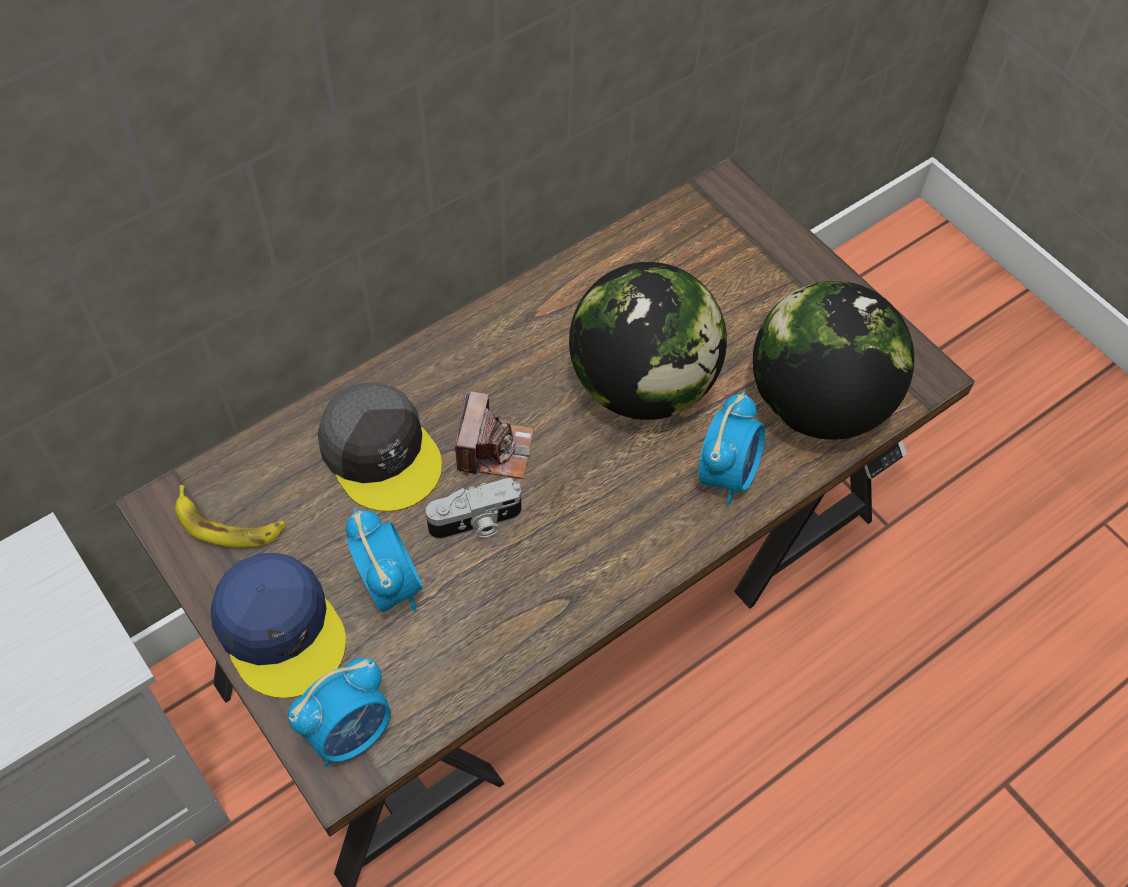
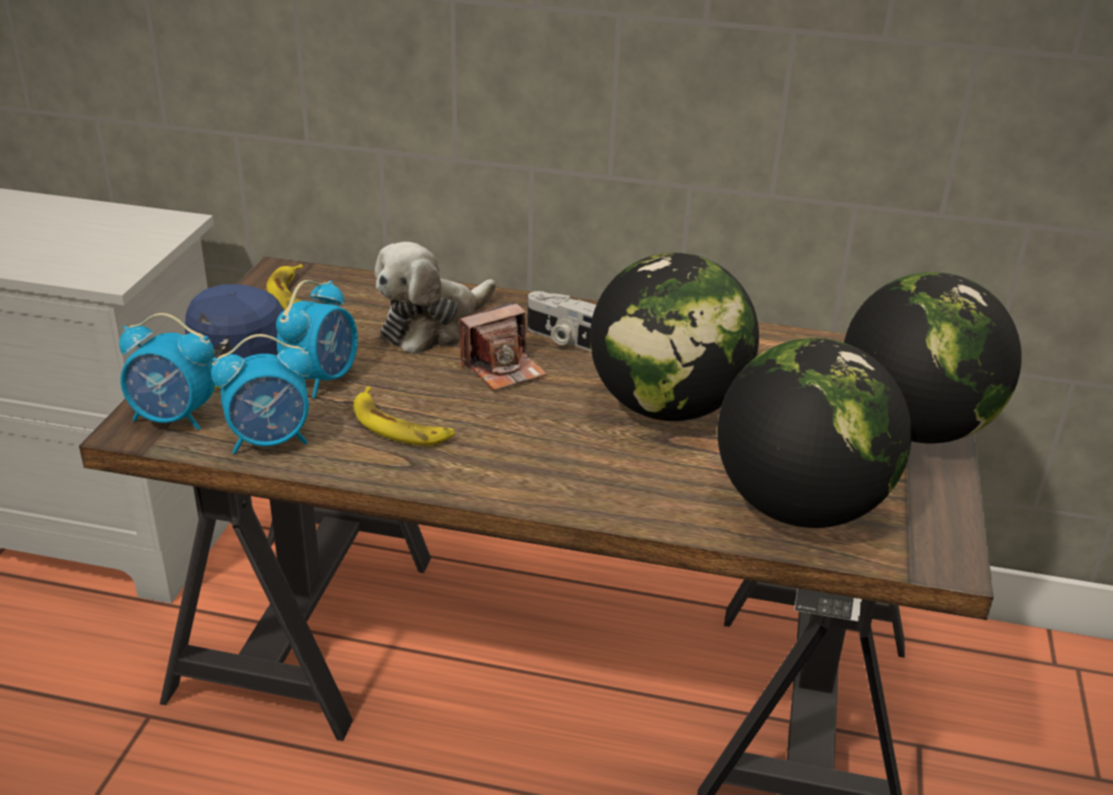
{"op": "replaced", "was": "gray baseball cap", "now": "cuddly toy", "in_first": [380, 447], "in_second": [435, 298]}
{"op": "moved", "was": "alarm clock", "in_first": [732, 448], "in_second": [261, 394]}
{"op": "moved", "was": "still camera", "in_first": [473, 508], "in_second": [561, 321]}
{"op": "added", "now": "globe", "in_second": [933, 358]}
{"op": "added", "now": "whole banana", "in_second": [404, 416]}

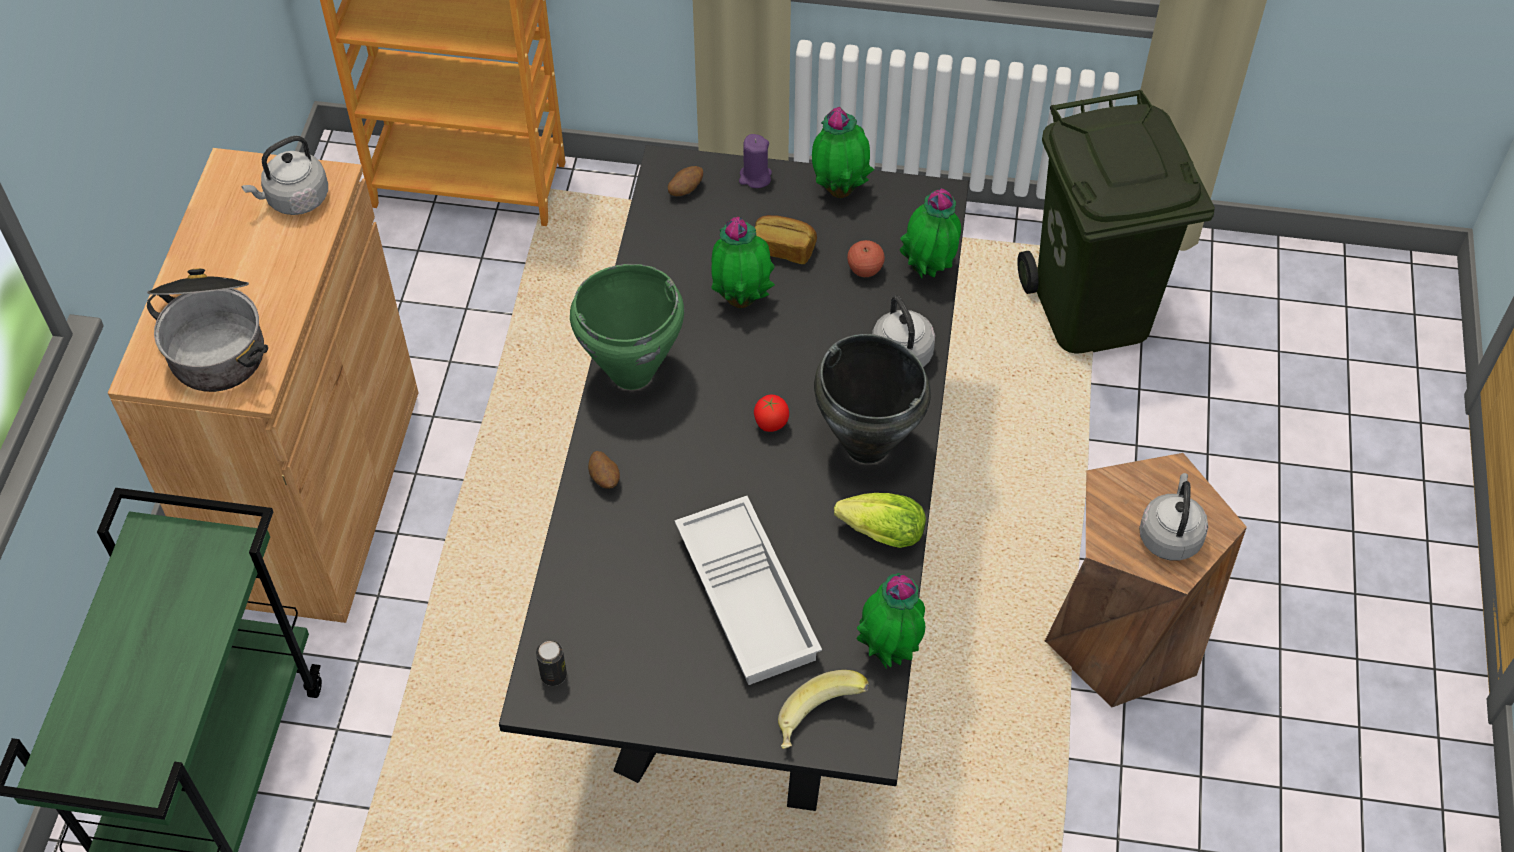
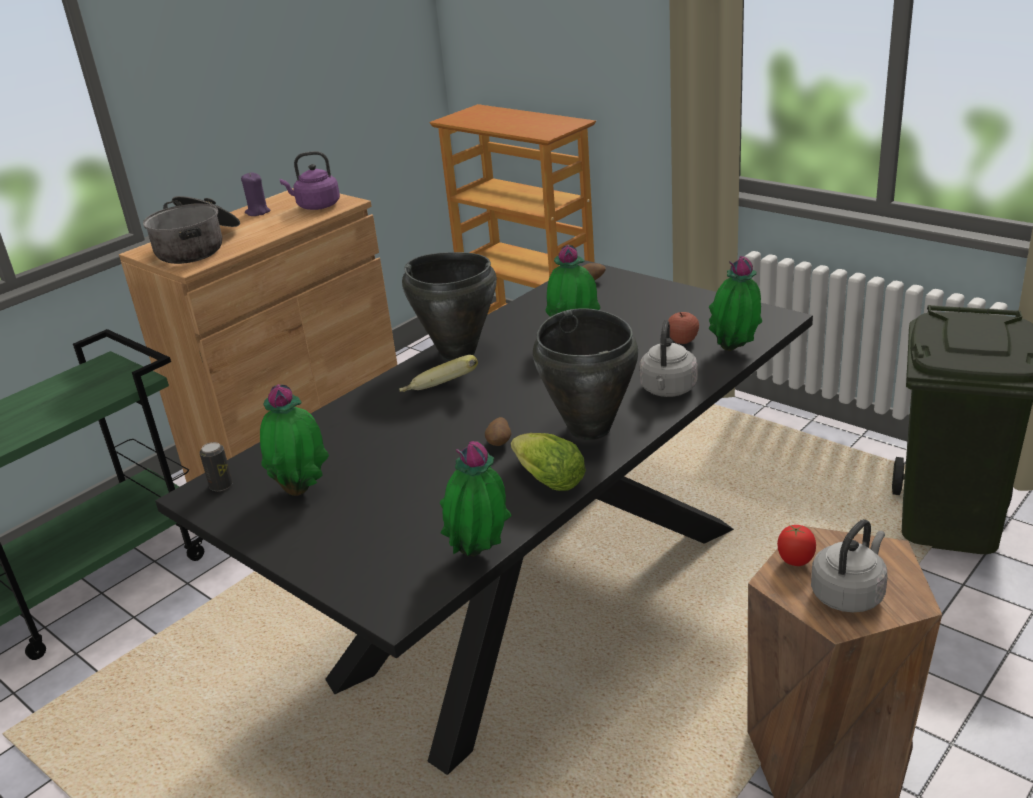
{"op": "moved", "was": "potted plant", "in_first": [843, 152], "in_second": [294, 440]}
{"op": "moved", "was": "purple-coloured wax light", "in_first": [755, 161], "in_second": [255, 194]}
{"op": "recoloured", "was": "gray tea kettle", "now": "purple-coloured tea kettle", "in_first": [284, 175], "in_second": [310, 180]}
{"op": "removed", "was": "baked bread", "in_first": [786, 239]}
{"op": "recoloured", "was": "green stockpot", "now": "blackish stockpot", "in_first": [627, 327], "in_second": [449, 306]}
{"op": "moved", "was": "tomato", "in_first": [771, 413], "in_second": [796, 545]}
{"op": "moved", "was": "spud", "in_first": [604, 470], "in_second": [498, 431]}
{"op": "removed", "was": "whitish carrying tray", "in_first": [748, 590]}
{"op": "moved", "was": "whole banana", "in_first": [823, 709], "in_second": [438, 373]}

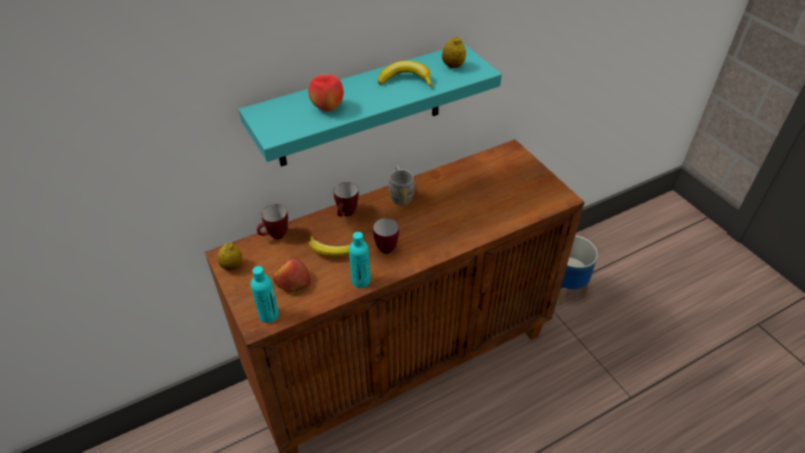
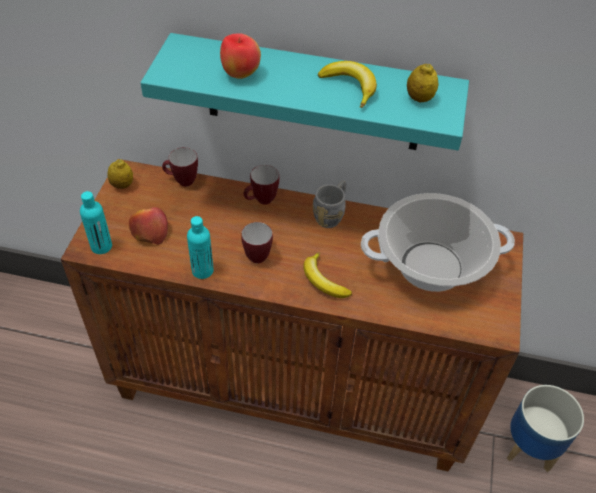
{"op": "moved", "was": "whole banana", "in_first": [329, 246], "in_second": [328, 275]}
{"op": "added", "now": "stockpot", "in_second": [438, 242]}

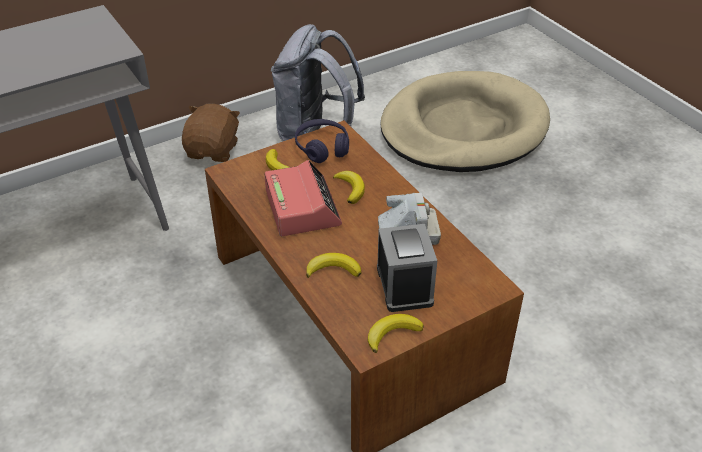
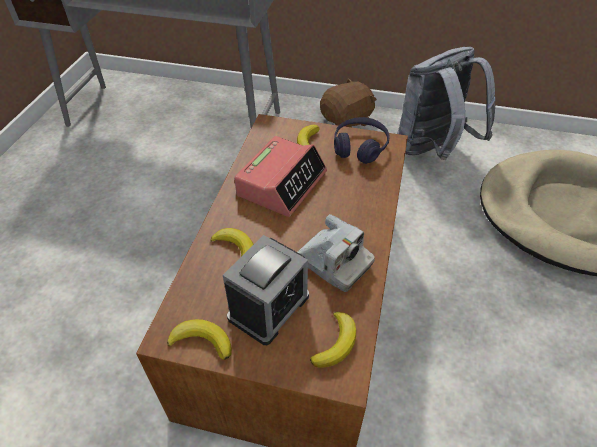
{"op": "moved", "was": "whole banana", "in_first": [349, 187], "in_second": [333, 340]}

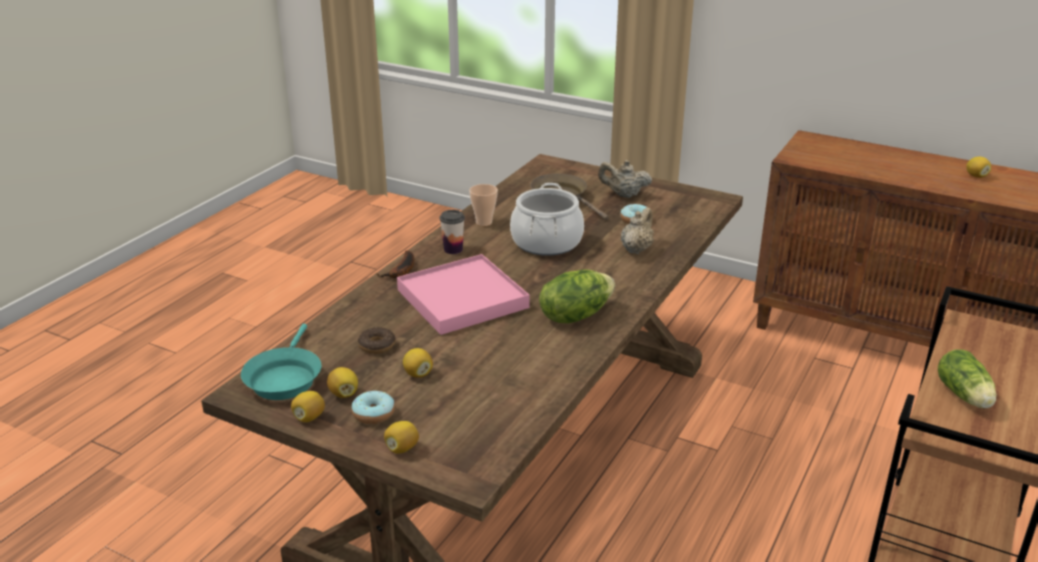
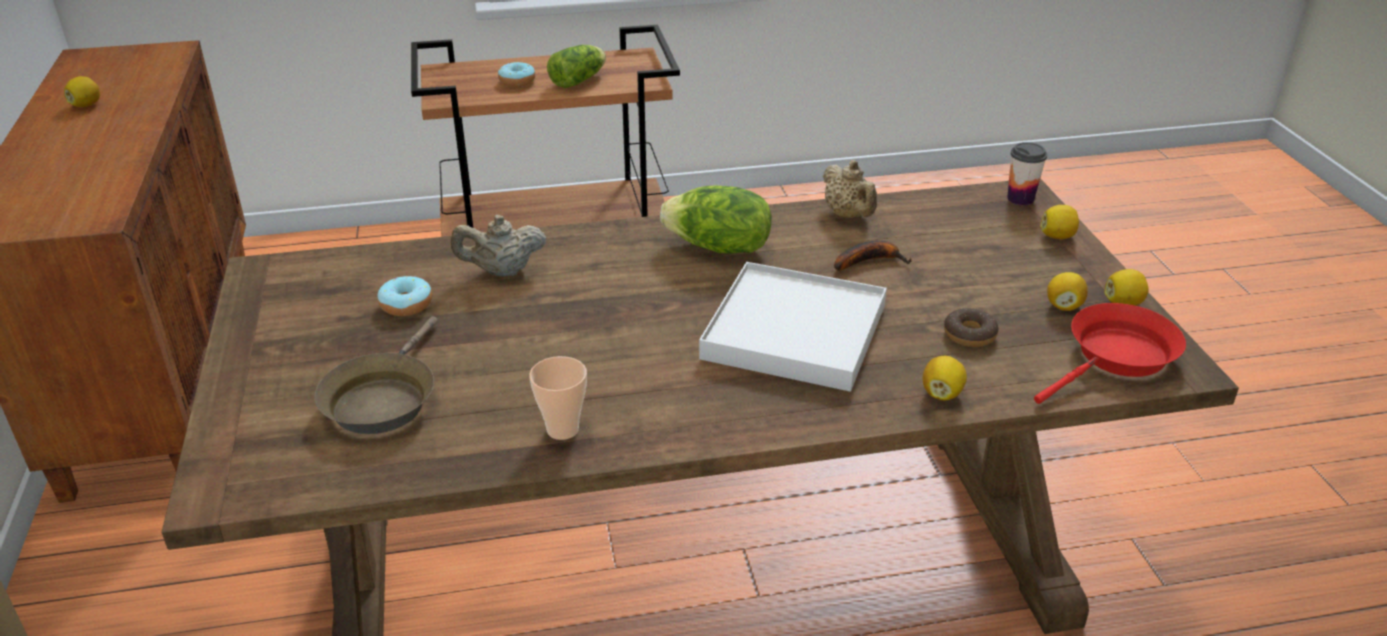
{"op": "moved", "was": "beige-coloured teapot", "in_first": [625, 179], "in_second": [849, 189]}
{"op": "removed", "was": "stockpot", "in_first": [547, 219]}
{"op": "moved", "was": "cup", "in_first": [452, 232], "in_second": [1027, 173]}
{"op": "moved", "was": "whole banana", "in_first": [395, 264], "in_second": [873, 256]}
{"op": "recoloured", "was": "pinkish carrying tray", "now": "whitish carrying tray", "in_first": [463, 294], "in_second": [793, 327]}
{"op": "recoloured", "was": "blue-green frying pan", "now": "reddish frying pan", "in_first": [281, 362], "in_second": [1110, 353]}
{"op": "moved", "was": "lemon", "in_first": [418, 363], "in_second": [945, 378]}
{"op": "moved", "was": "doughnut", "in_first": [373, 407], "in_second": [516, 74]}

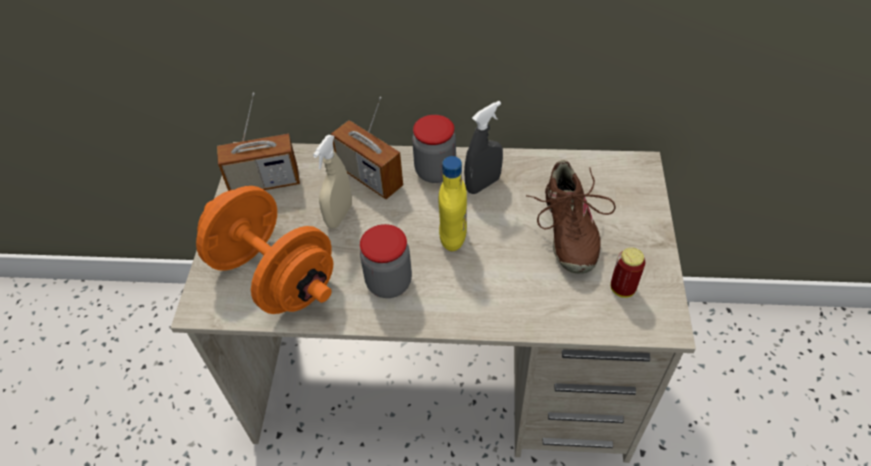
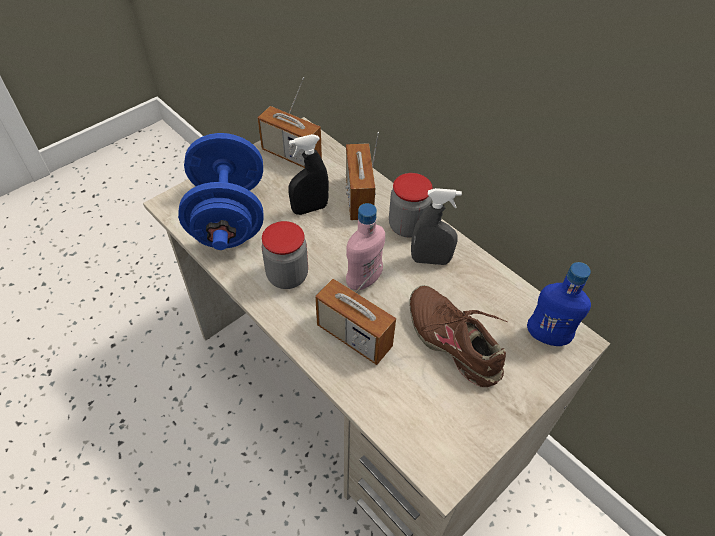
{"op": "recoloured", "was": "beige-coloured spray bottle", "now": "blackish spray bottle", "in_first": [332, 182], "in_second": [308, 174]}
{"op": "recoloured", "was": "yellow-coloured beverage bottle", "now": "pinkish beverage bottle", "in_first": [452, 203], "in_second": [365, 246]}
{"op": "turned", "was": "brown shoe", "in_first": [571, 217], "in_second": [458, 336], "clockwise": 105}
{"op": "recoloured", "was": "orange-coloured free weight", "now": "blue-coloured free weight", "in_first": [264, 250], "in_second": [220, 191]}
{"op": "removed", "was": "metal can", "in_first": [628, 272]}
{"op": "added", "now": "blue-coloured beverage bottle", "in_second": [559, 304]}
{"op": "added", "now": "radio", "in_second": [355, 314]}

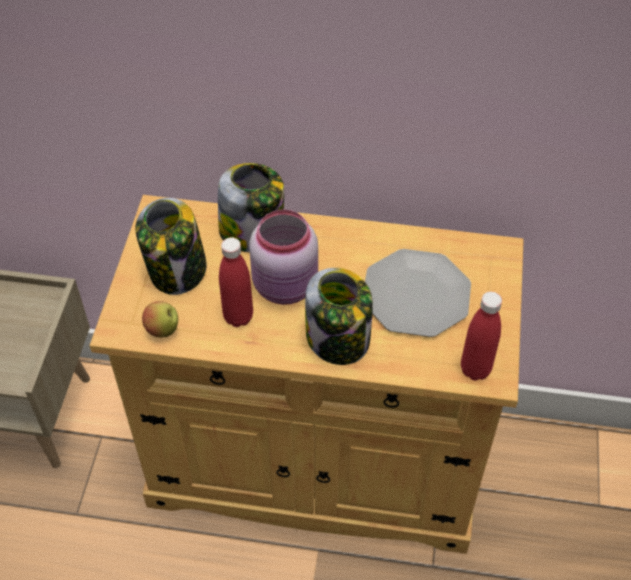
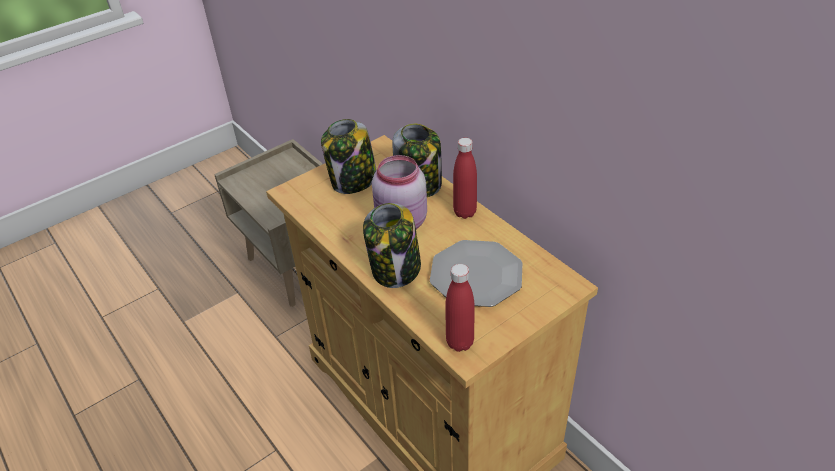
{"op": "moved", "was": "reddish beverage bottle", "in_first": [236, 282], "in_second": [465, 178]}
{"op": "removed", "was": "whole apple", "in_first": [160, 319]}

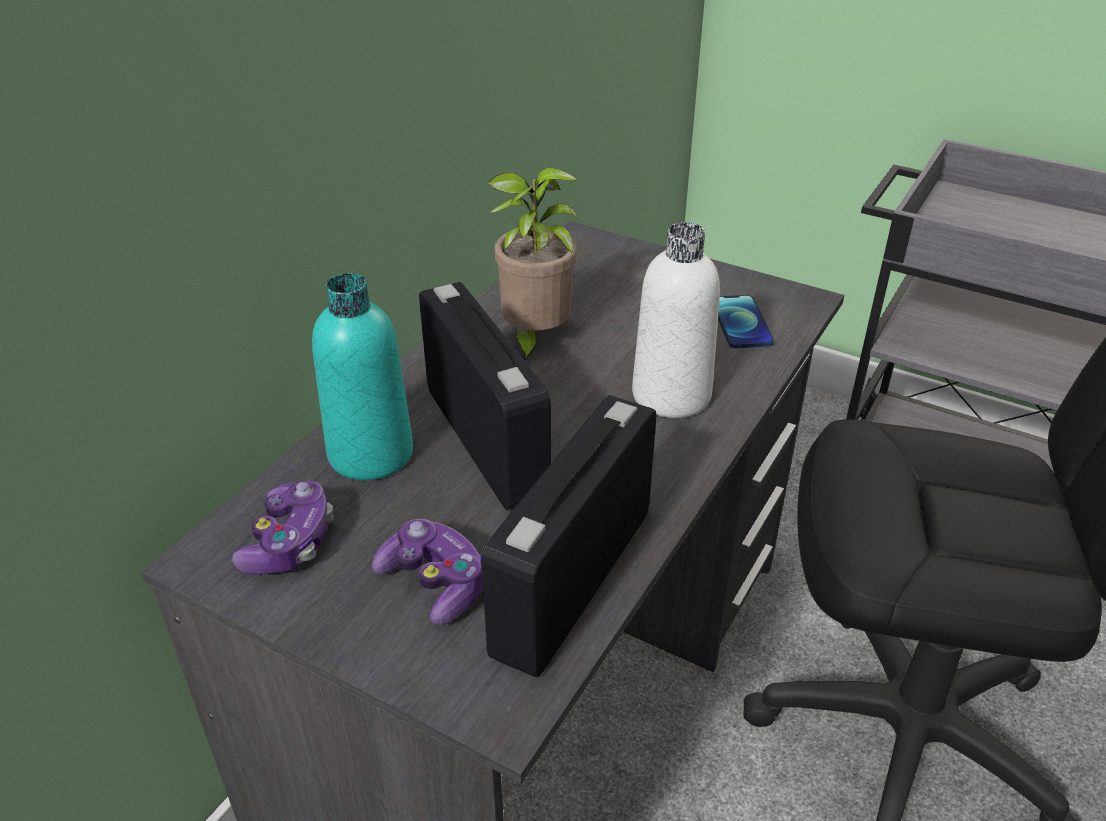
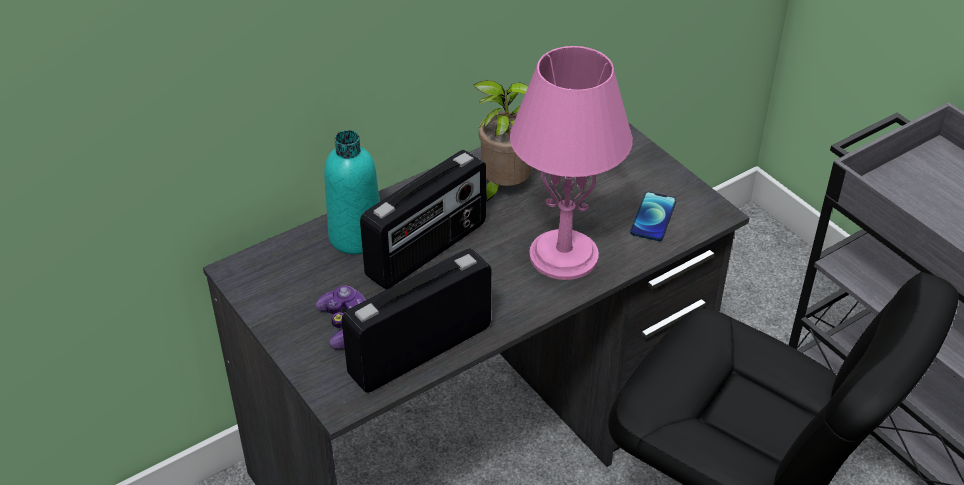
{"op": "replaced", "was": "whitish beverage bottle", "now": "pinkish tabletop lamp", "in_first": [676, 320], "in_second": [571, 163]}
{"op": "turned", "was": "radio", "in_first": [485, 396], "in_second": [423, 219], "clockwise": 45}
{"op": "removed", "was": "gamepad", "in_first": [283, 528]}

